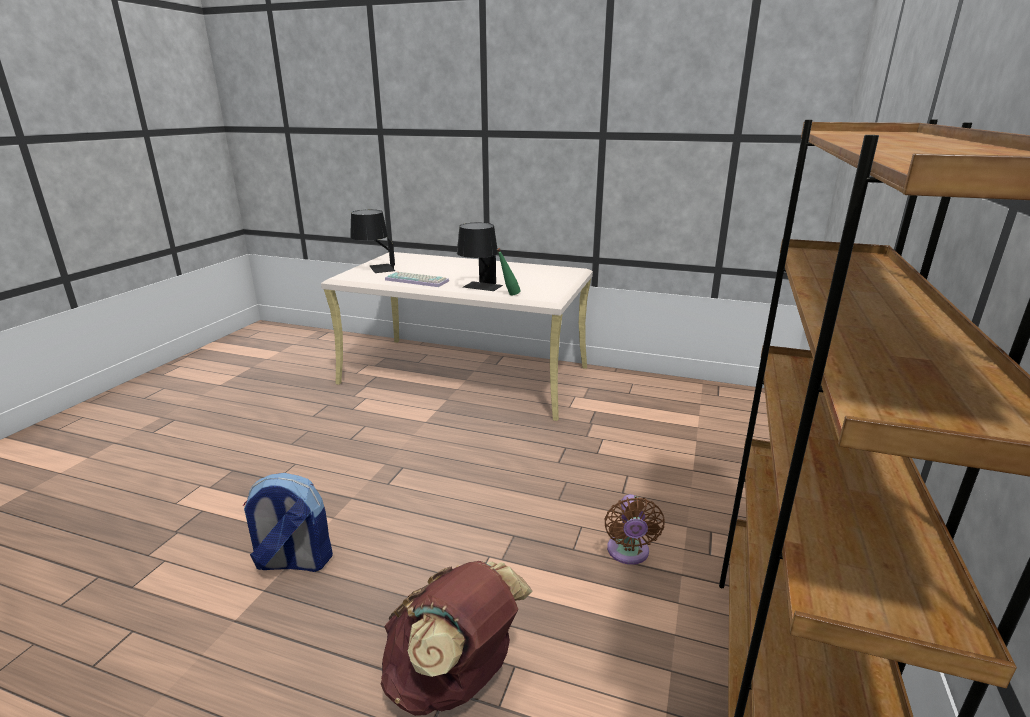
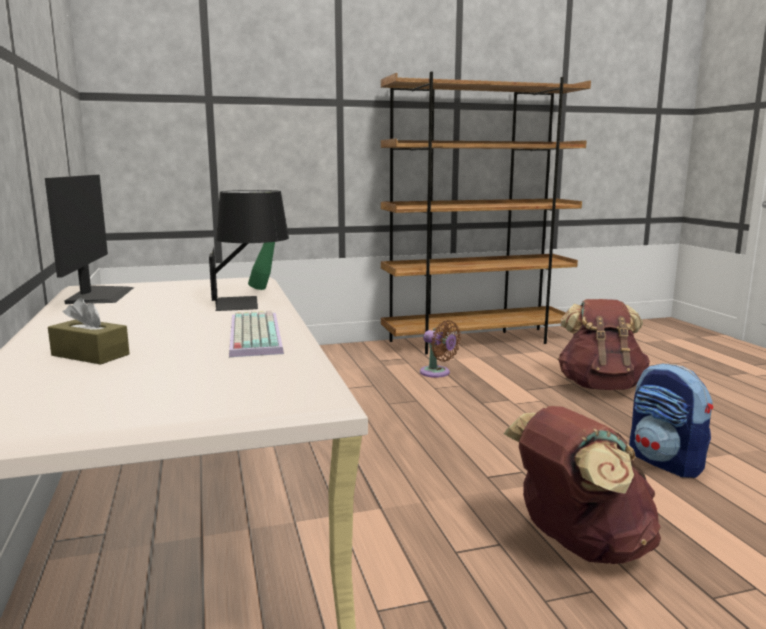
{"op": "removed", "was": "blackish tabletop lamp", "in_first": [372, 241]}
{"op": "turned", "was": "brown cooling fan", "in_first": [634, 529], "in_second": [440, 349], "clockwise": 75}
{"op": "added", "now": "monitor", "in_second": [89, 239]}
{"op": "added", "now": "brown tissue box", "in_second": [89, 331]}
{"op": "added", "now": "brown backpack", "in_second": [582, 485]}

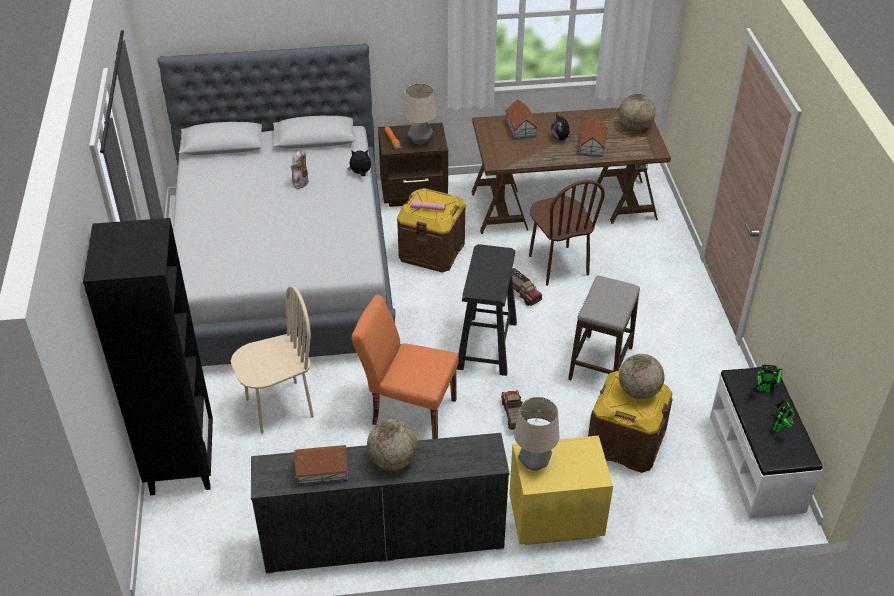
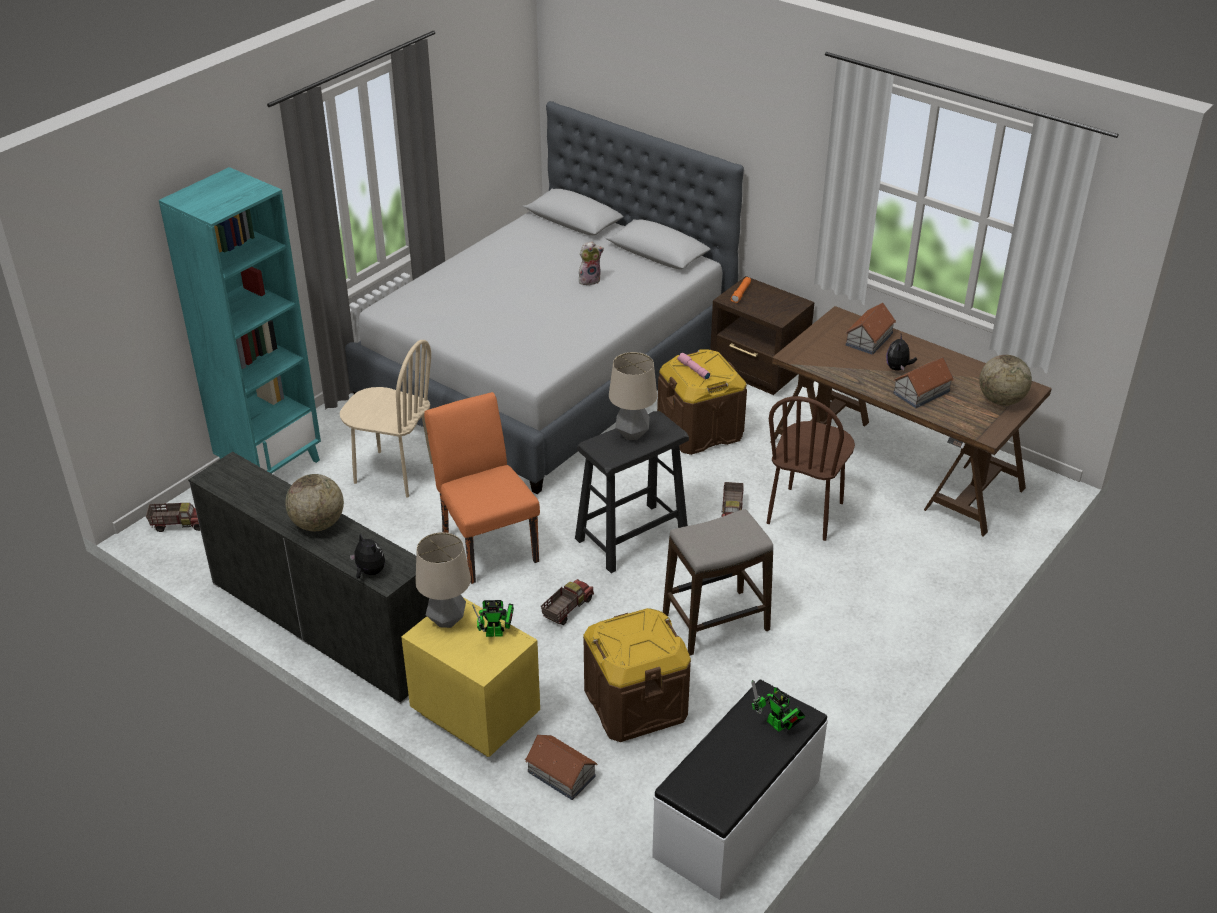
{"op": "moved", "was": "tabletop lamp", "in_first": [419, 114], "in_second": [633, 396]}
{"op": "moved", "was": "cuddly toy", "in_first": [359, 163], "in_second": [367, 556]}
{"op": "recoloured", "was": "blackish bookshelf", "now": "blue-green bookshelf", "in_first": [148, 356], "in_second": [240, 320]}
{"op": "removed", "was": "globe", "in_first": [642, 376]}
{"op": "moved", "was": "toy robot", "in_first": [784, 415], "in_second": [493, 618]}
{"op": "moved", "was": "miniature house", "in_first": [321, 465], "in_second": [561, 767]}
{"op": "added", "now": "toy lorry", "in_second": [173, 517]}

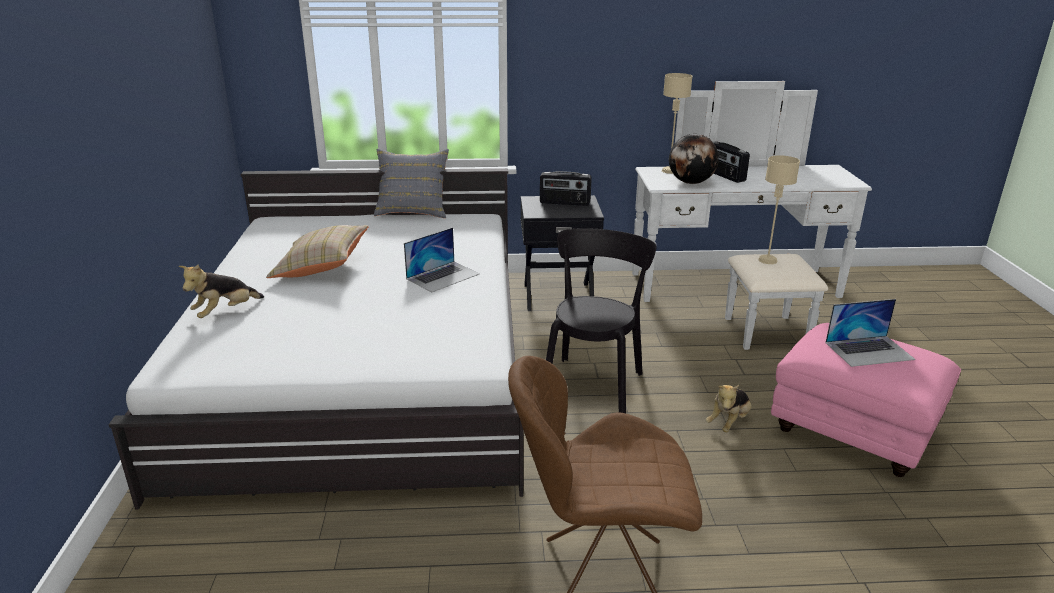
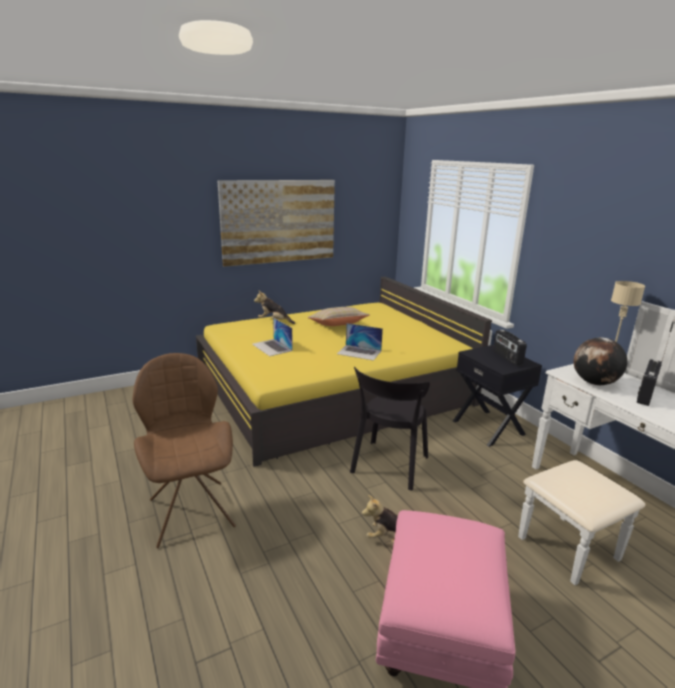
{"op": "removed", "was": "gray throw pillow", "in_first": [411, 183]}
{"op": "removed", "was": "beige-coloured tabletop lamp", "in_first": [779, 209]}
{"op": "recoloured", "was": "whitish bedroom bed", "now": "yellow-coloured bedroom bed", "in_first": [316, 338], "in_second": [344, 371]}
{"op": "turned", "was": "blackish chair", "in_first": [601, 320], "in_second": [390, 429], "clockwise": 120}
{"op": "moved", "was": "portable computer", "in_first": [870, 333], "in_second": [272, 337]}
{"op": "added", "now": "wall picture", "in_second": [276, 223]}

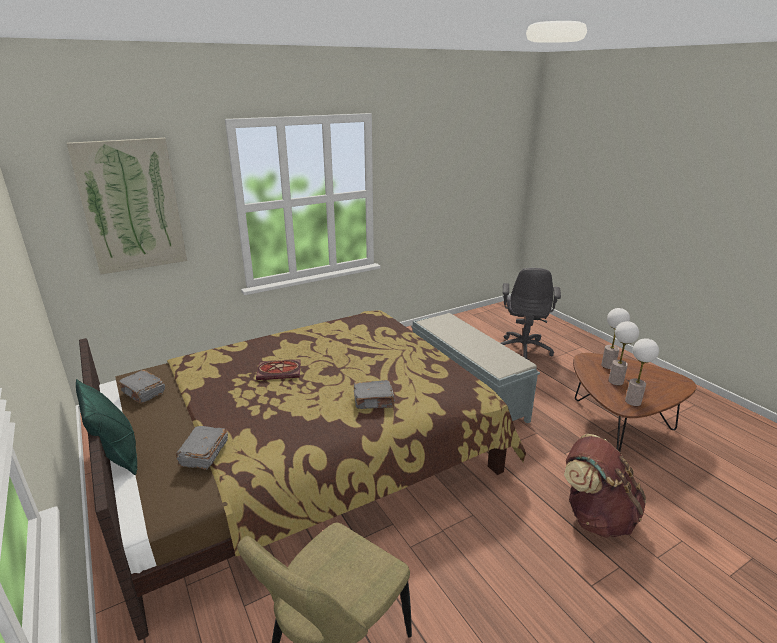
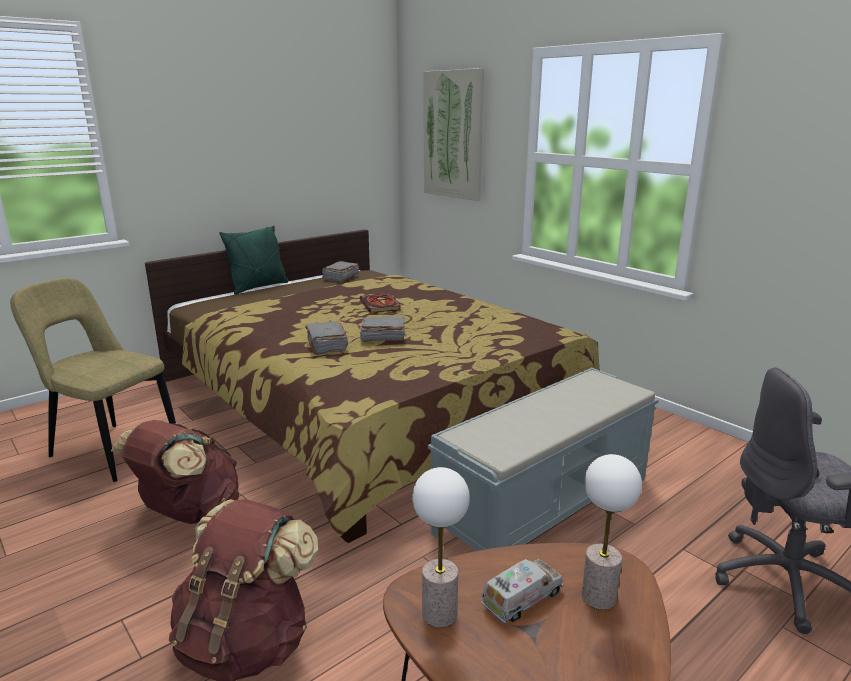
{"op": "replaced", "was": "tabletop lamp", "now": "toy lorry", "in_first": [624, 353], "in_second": [522, 591]}
{"op": "moved", "was": "gray book", "in_first": [202, 448], "in_second": [382, 329]}
{"op": "added", "now": "brown backpack", "in_second": [175, 472]}

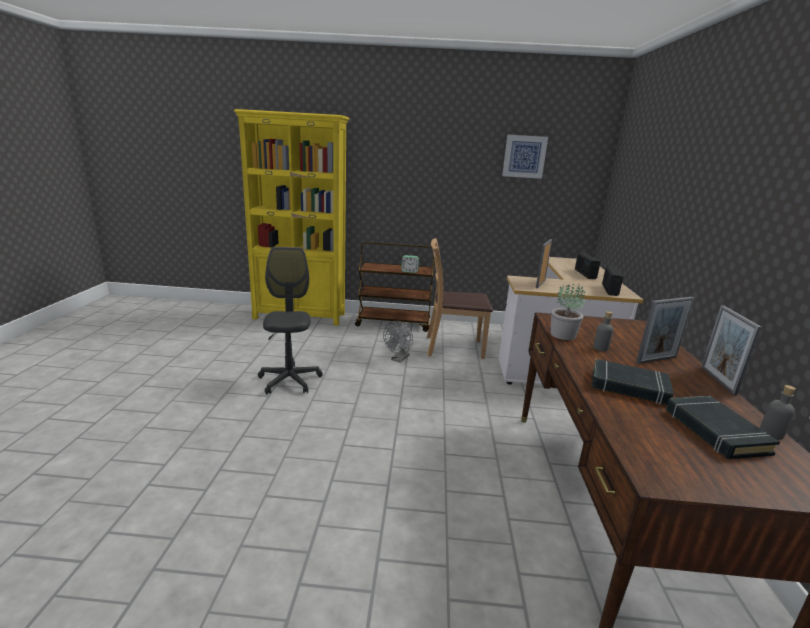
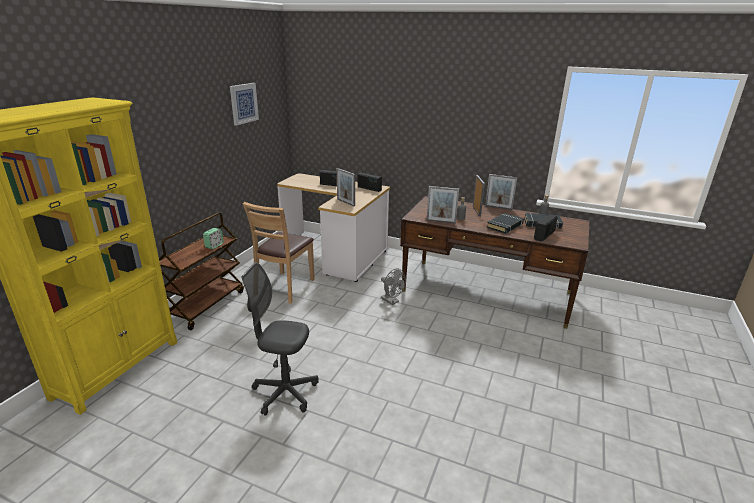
{"op": "replaced", "was": "potted plant", "now": "photo frame", "in_first": [568, 312], "in_second": [443, 205]}
{"op": "moved", "was": "gray cooling fan", "in_first": [398, 342], "in_second": [393, 287]}
{"op": "added", "now": "radio", "in_second": [546, 228]}

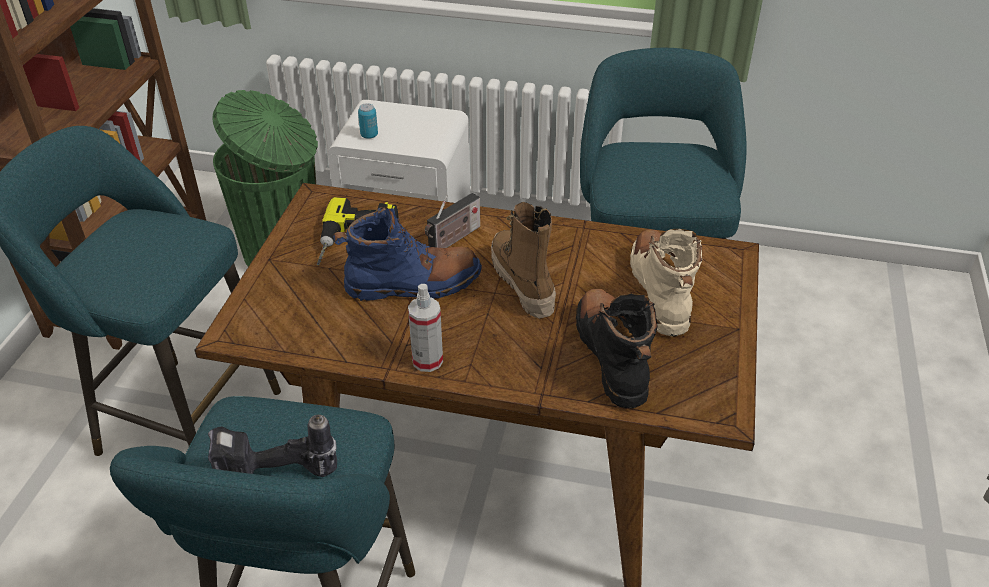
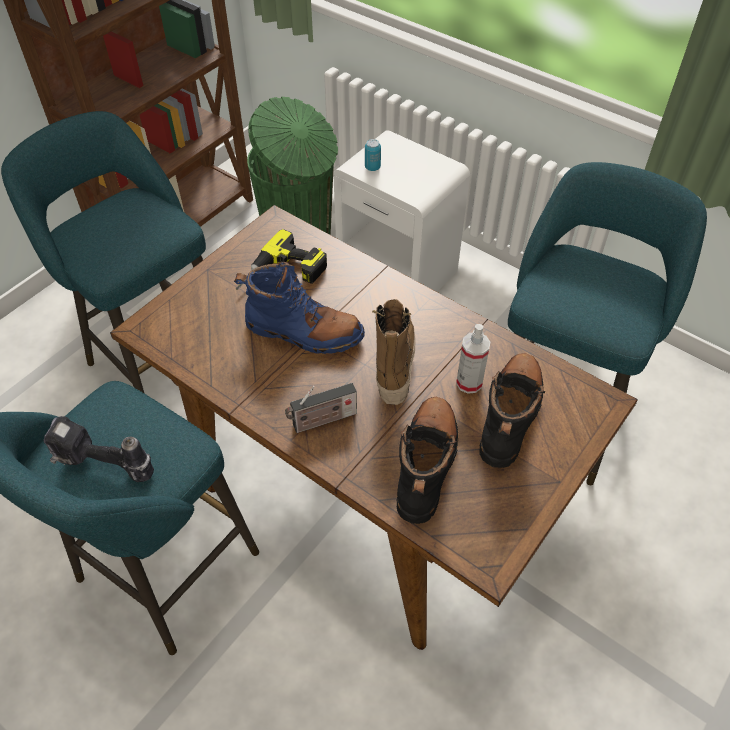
{"op": "moved", "was": "radio", "in_first": [452, 220], "in_second": [321, 408]}
{"op": "recoloured", "was": "beige-coloured boot", "now": "blackish boot", "in_first": [666, 282], "in_second": [512, 410]}
{"op": "moved", "was": "spray bottle", "in_first": [425, 328], "in_second": [473, 359]}

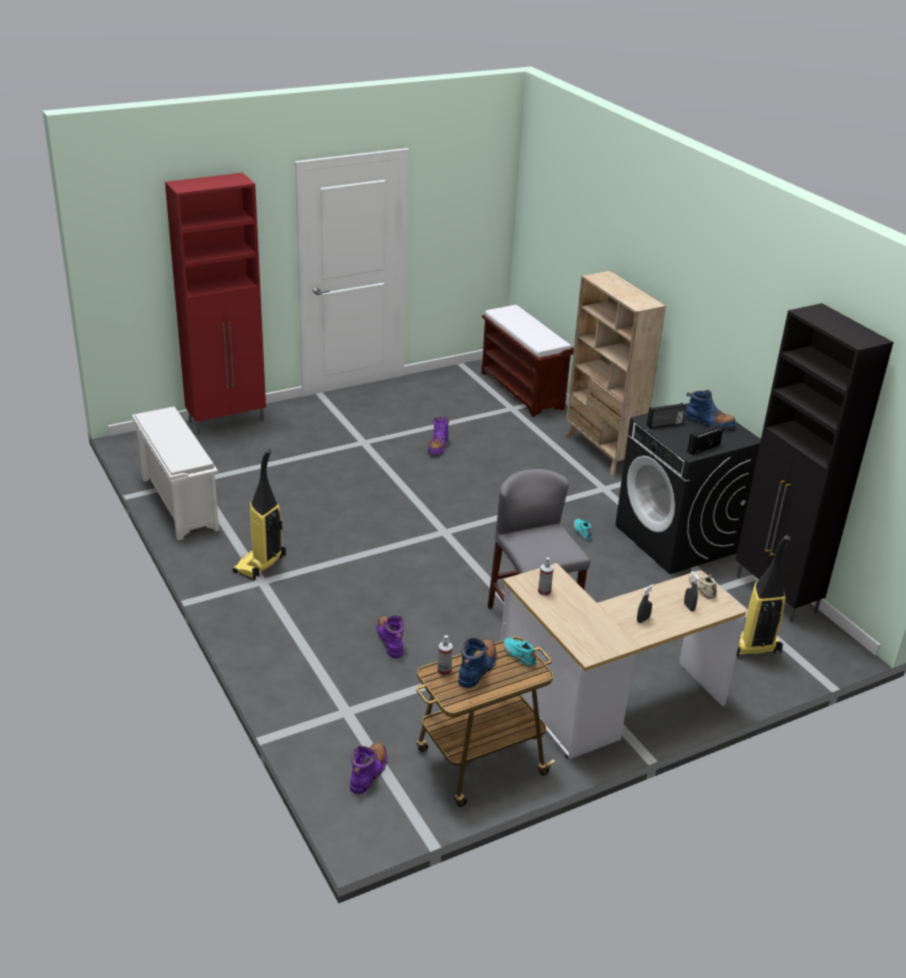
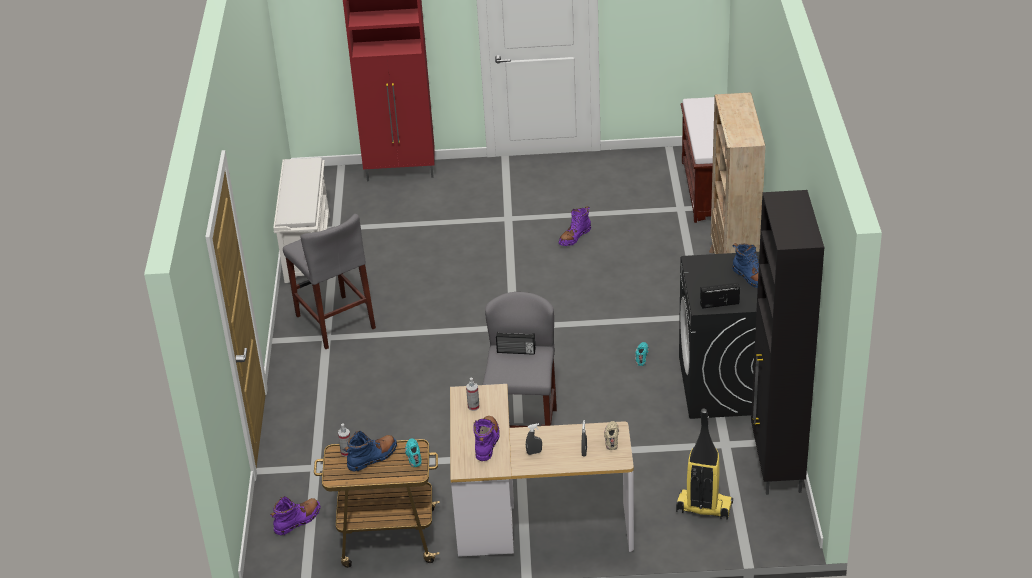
{"op": "moved", "was": "radio", "in_first": [666, 416], "in_second": [515, 343]}
{"op": "replaced", "was": "hoover", "now": "gray stool", "in_first": [259, 514], "in_second": [329, 281]}
{"op": "moved", "was": "purple-coloured boot", "in_first": [390, 637], "in_second": [486, 438]}

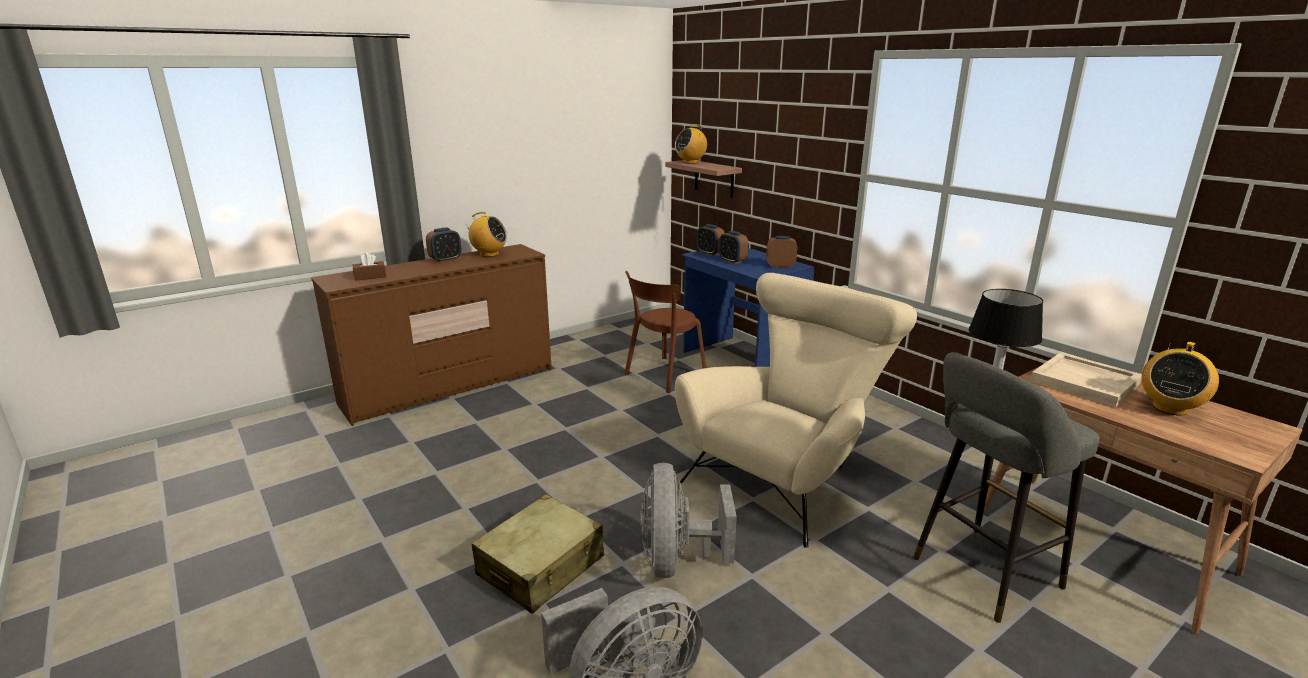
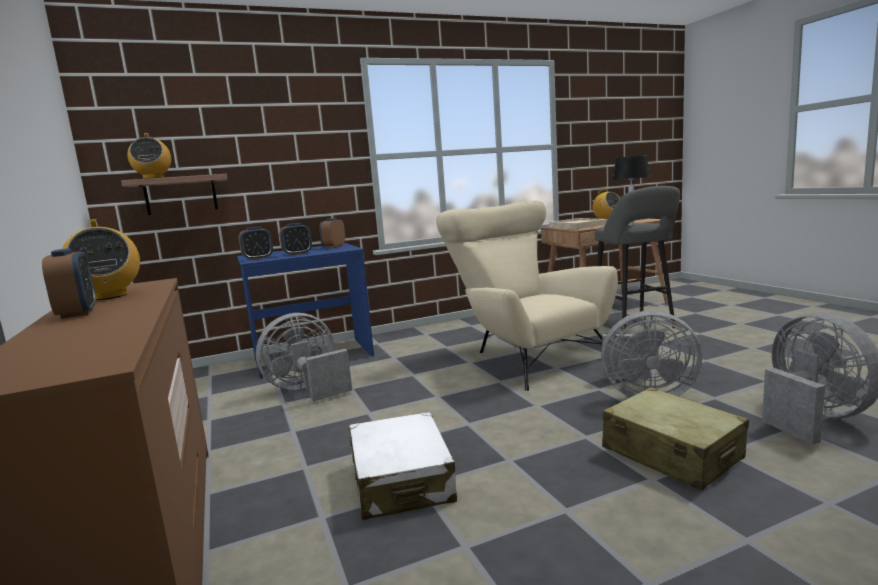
{"op": "turned", "was": "radio", "in_first": [485, 234], "in_second": [101, 259], "clockwise": 120}
{"op": "removed", "was": "brown tissue box", "in_first": [369, 266]}
{"op": "replaced", "was": "brown chair", "now": "gray cooling fan", "in_first": [665, 332], "in_second": [304, 357]}
{"op": "added", "now": "whitish travel case", "in_second": [403, 466]}

